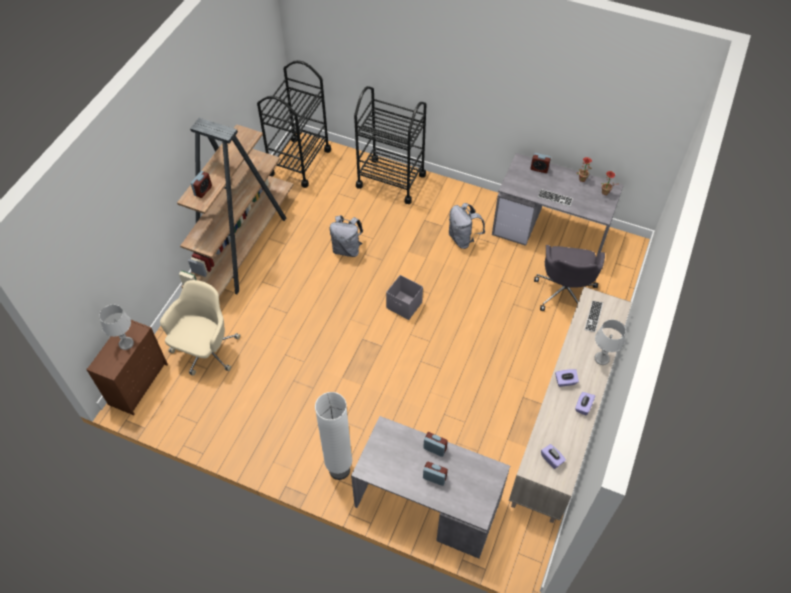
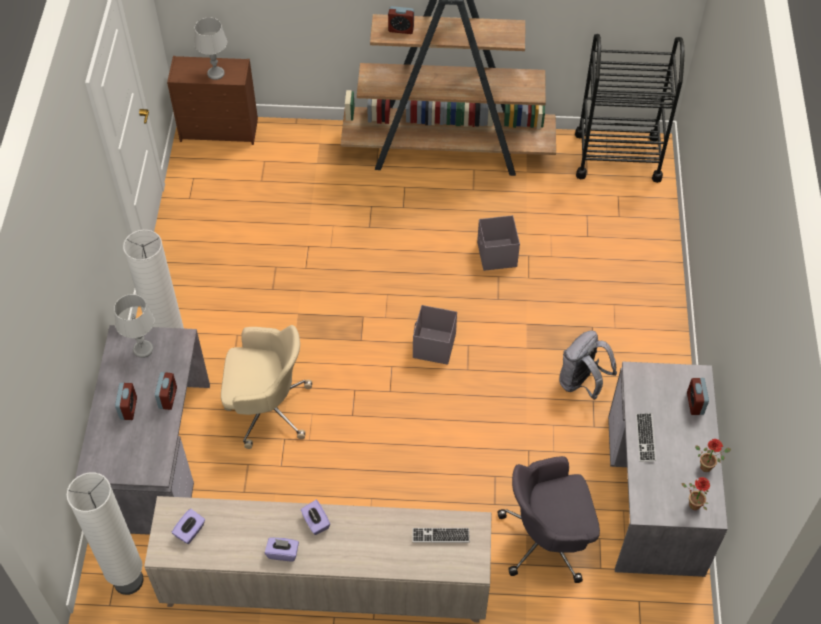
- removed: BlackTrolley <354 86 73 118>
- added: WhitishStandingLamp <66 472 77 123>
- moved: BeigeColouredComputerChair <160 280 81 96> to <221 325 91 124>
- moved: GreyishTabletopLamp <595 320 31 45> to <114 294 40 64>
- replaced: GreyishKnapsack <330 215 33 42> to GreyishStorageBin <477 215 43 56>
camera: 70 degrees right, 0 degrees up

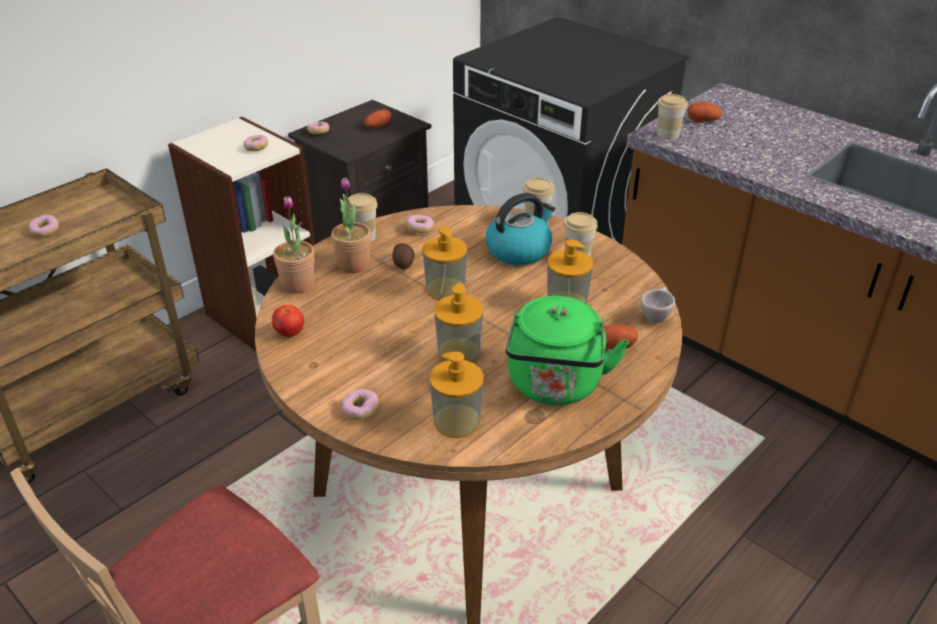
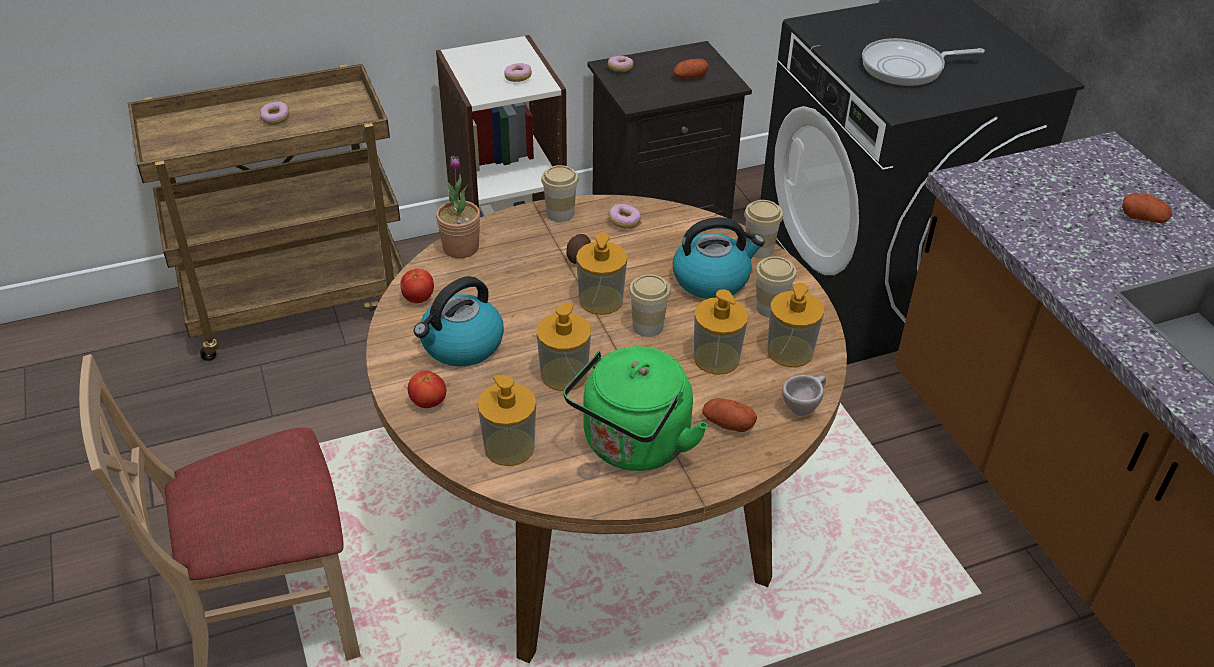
- removed: PlantInAPot <331 177 40 96>
- added: Kettle <414 276 90 91>
- added: SoapBottle <767 283 57 84>
- added: Pan <862 38 123 48>
- moved: Cup <657 94 31 46> to <629 274 42 63>
- moved: Potato <687 102 35 20> to <1122 193 50 30>
- replaced: Donut <342 389 37 31> to FreshTomato <408 371 38 37>
camera: 25 degrees right, 5 degrees up

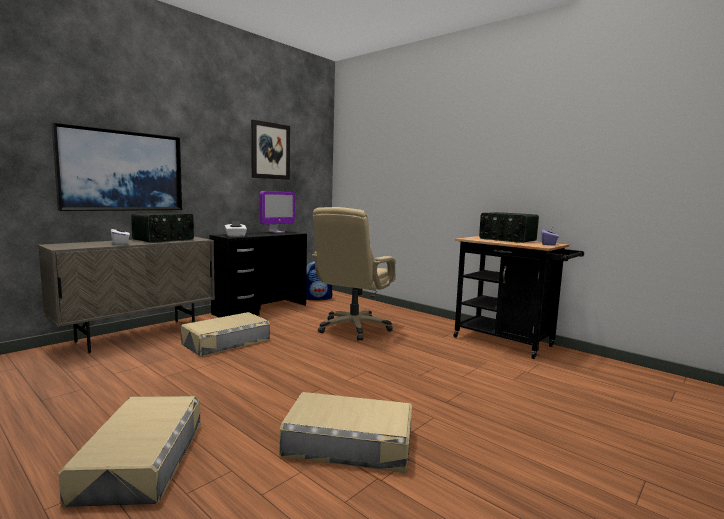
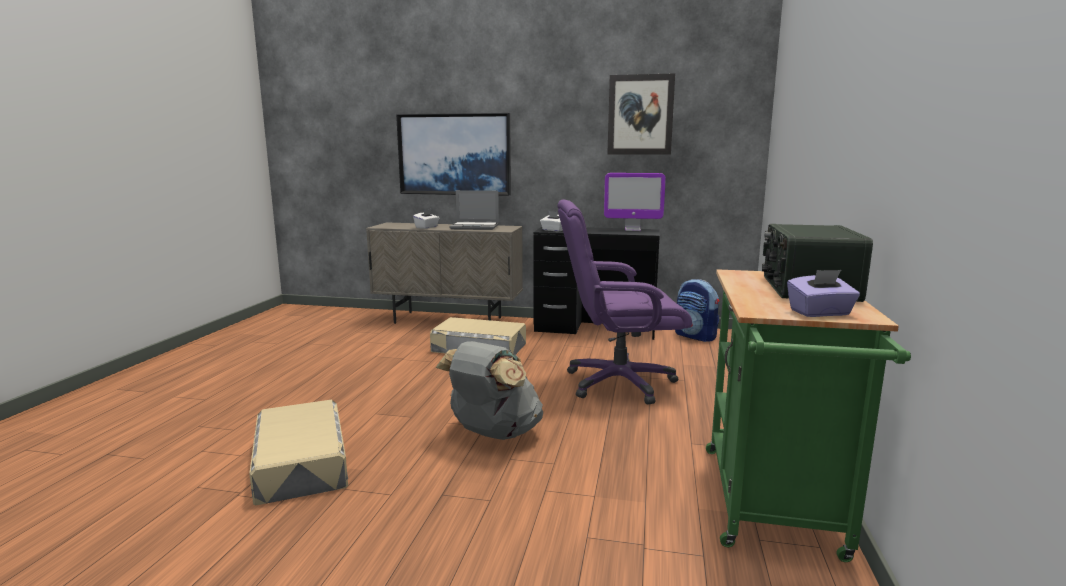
- removed: BeigeColouredStorageBin <58 396 142 111>
- added: GreyishKnapsack <436 341 107 99>
- replaced: RadioReceiver <131 212 63 31> to NotebookComputer <449 190 50 40>
- recoloured: BeigeColouredComputerChair <312 207 84 134> to PurpleComputerChair <558 200 134 205>
- recoloured: BlackTrolley <454 236 130 123> to GreenTrolley <706 269 205 293>
camera: 60 degrees right, 5 degrees up

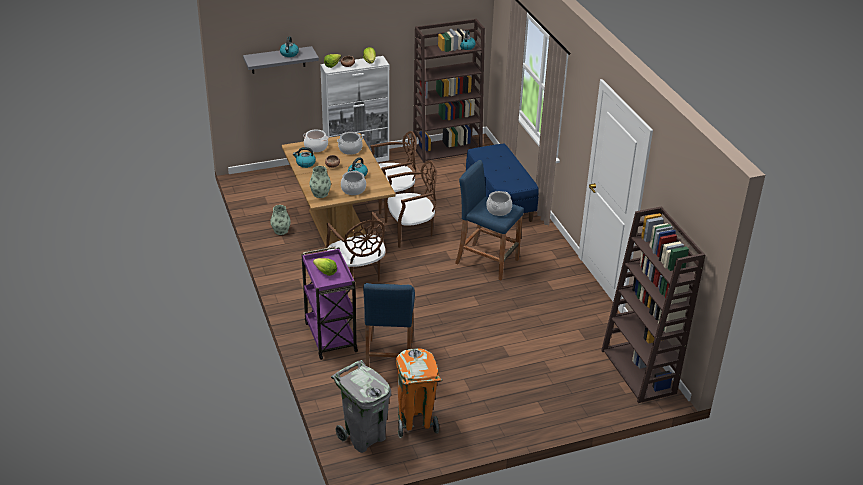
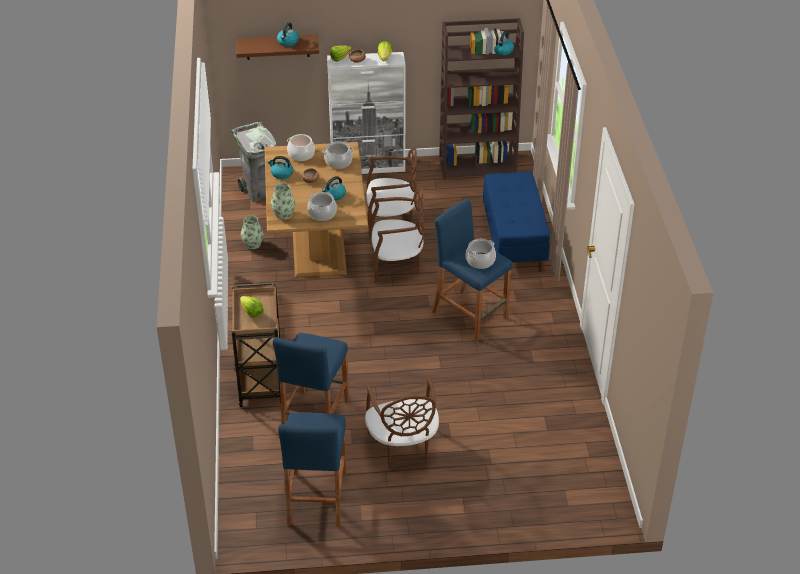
- removed: BrownColouredShelvingUnit <601 206 105 197>
- moved: BrownColouredPlainChair <326 212 60 69> to <365 375 74 94>
- moved: GreyishWasteBin <331 360 60 93> to <231 122 47 80>
- replaced: OrangeyWasteBin <396 348 47 90> to BluishStoolSeat <278 412 69 115>
- recoloured: GreyishWallShelf <243 46 76 28> to BrownColouredWallShelf <236 35 83 25>
- recoloured: PurpleTrolley <301 246 57 114> to BrownColouredTrolley <232 283 49 124>
camera: 15 degrees right, 5 degrees up

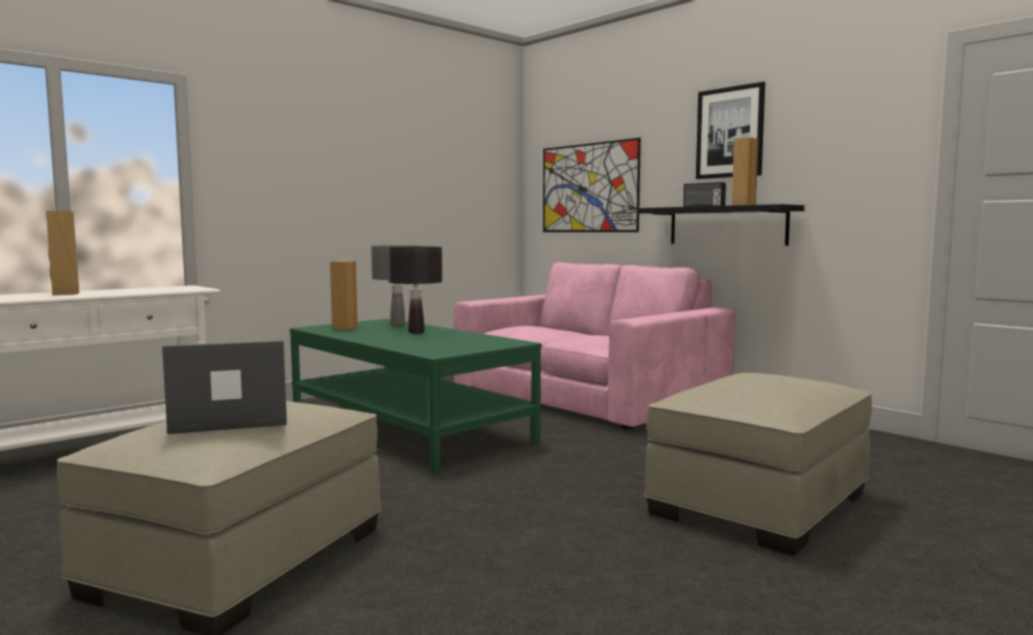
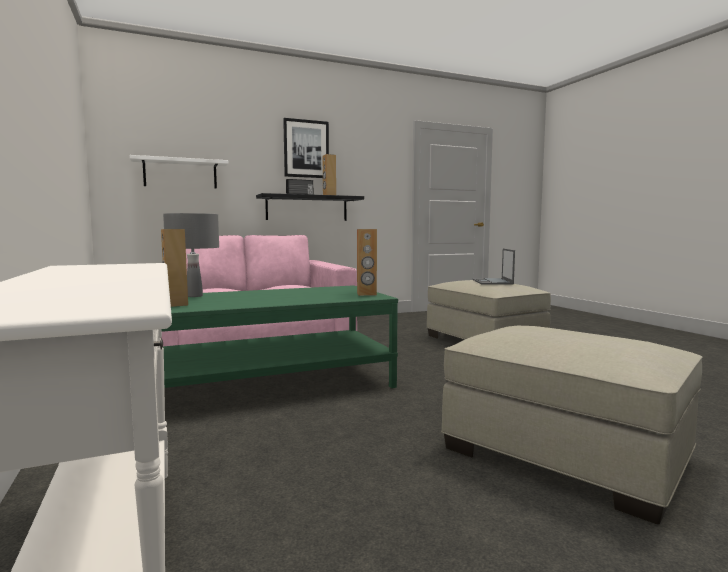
- removed: BlackTabletopLamp <388 246 54 88>
- moved: BrownColouredAudioSpeaker <46 211 33 84> to <357 229 20 67>
- moved: NotebookComputer <162 341 125 93> to <473 249 42 36>
- replaced: WallPicture <543 138 98 94> to WhitishWallShelf <130 155 99 34>
camera: 70 degrees left, 0 degrees up

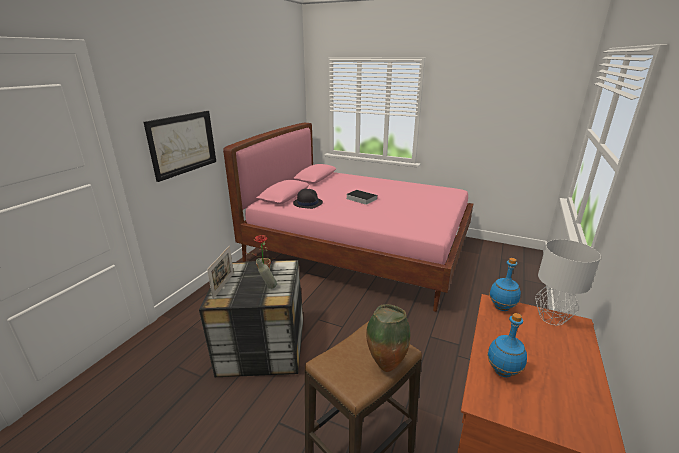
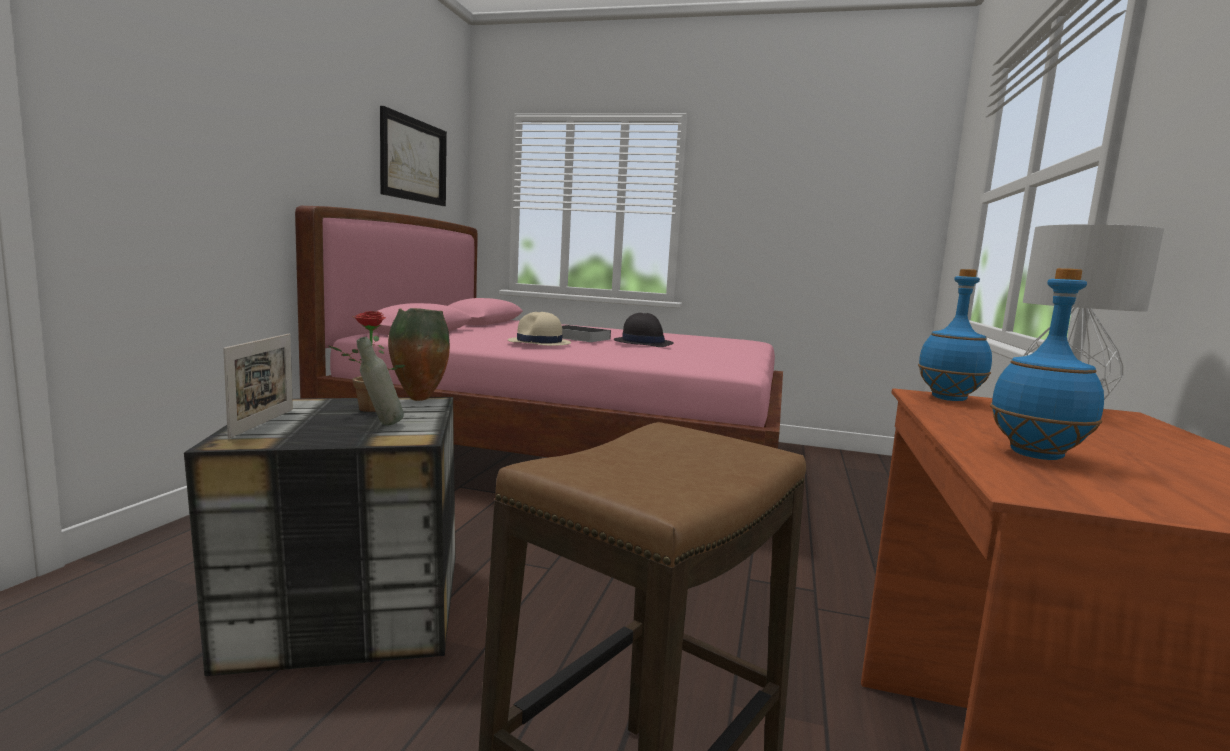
- added: BeigeColouredHat <508 312 63 34>
- moved: WallPicture <144 111 72 71> to <380 106 67 100>
- moved: BlackHat <293 189 30 20> to <614 313 60 34>
- moved: DecorativeVase <366 304 44 68> to <388 308 62 93>
camera: 10 degrees left, 15 degrees down

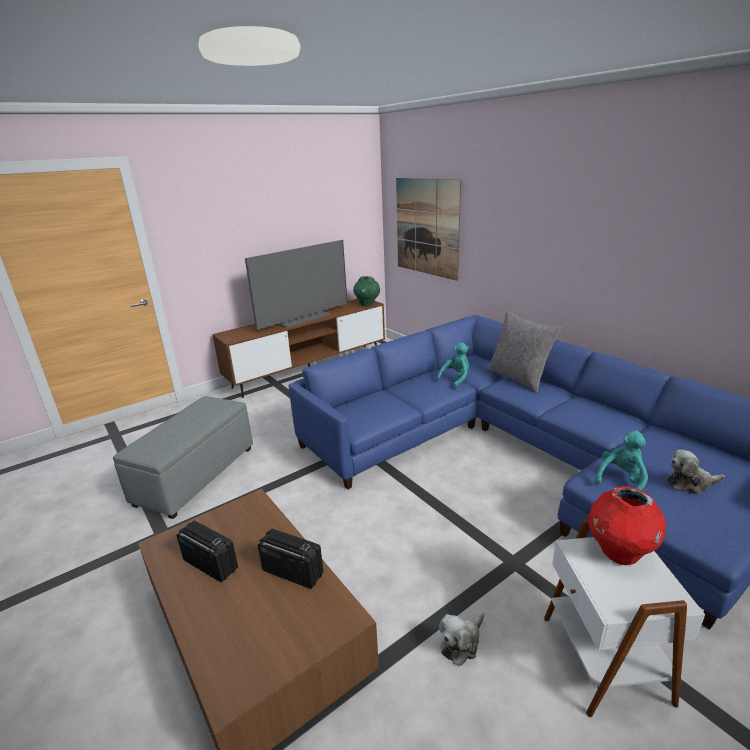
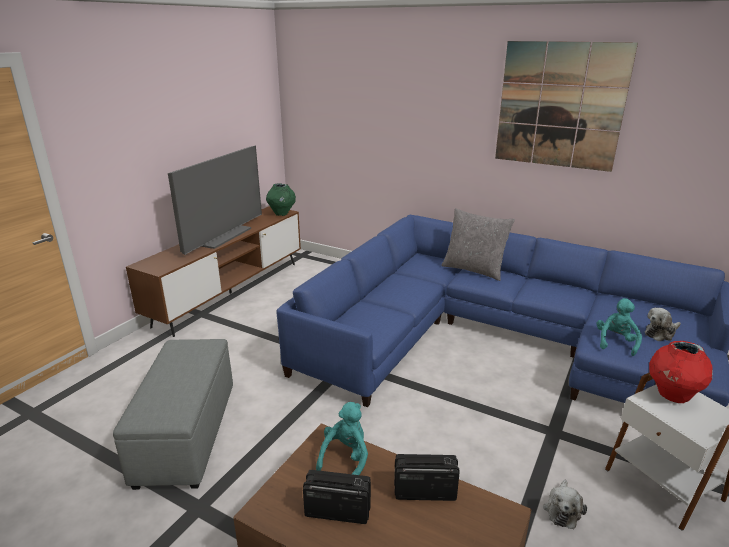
- moved: WallPicture <396 178 65 103> to <495 41 143 131>
- moved: BlueGreenCuddlyToy <436 343 33 46> to <316 402 52 73>
camera: 25 degrees left, 0 degrees up

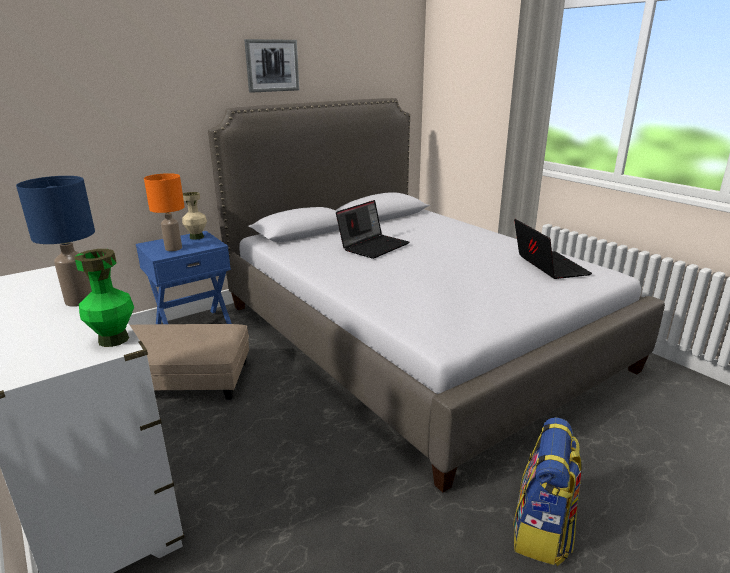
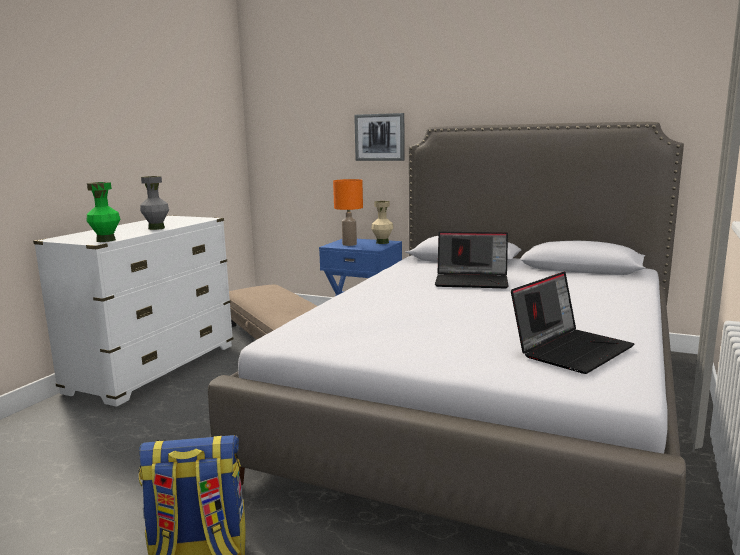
- moved: WallPicture <244 39 55 54> to <354 113 51 48>
- replaced: BluishTabletopLamp <16 176 79 131> to GreyishDecorativeVase <140 176 29 54>
camera: 60 degrees right, 10 degrees down

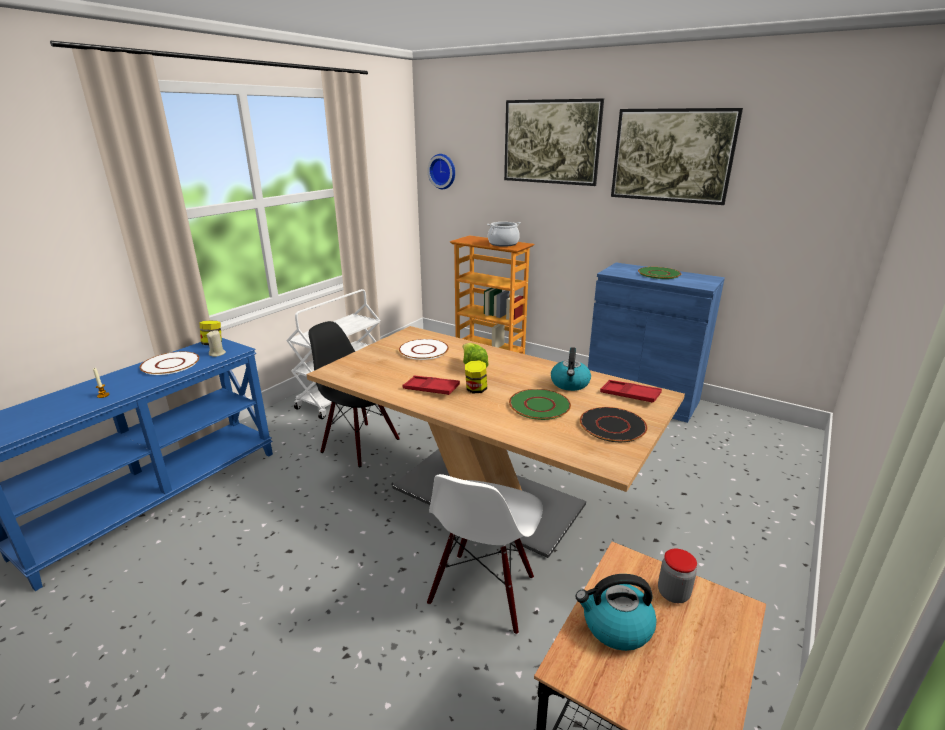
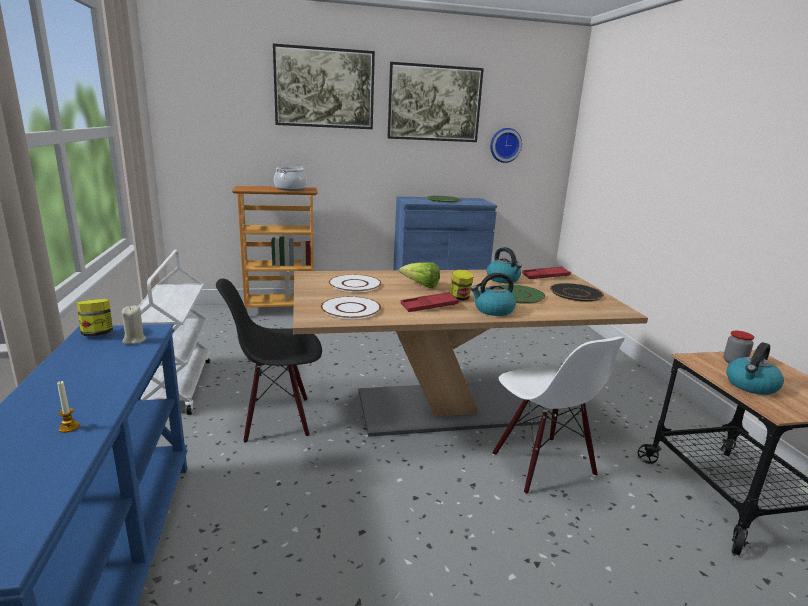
- added: Kettle <471 273 45 43>
- moved: WhitishPlate <139 352 60 23> to <321 296 60 23>
- moved: HangingClock <427 154 28 35> to <490 128 32 35>
camera: 45 degrees left, 5 degrees down

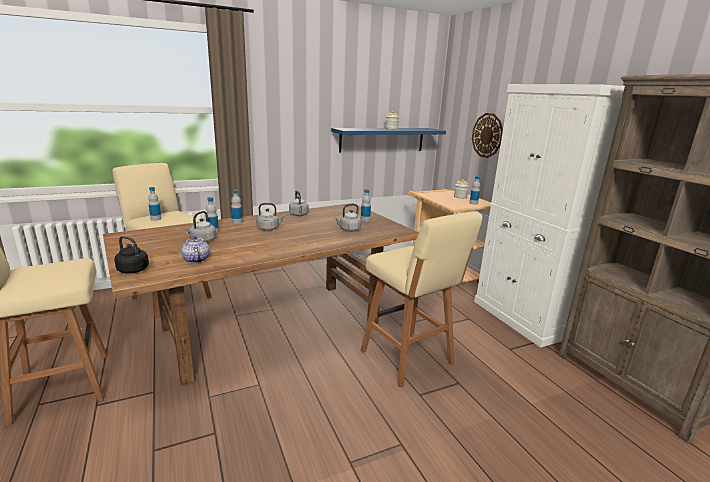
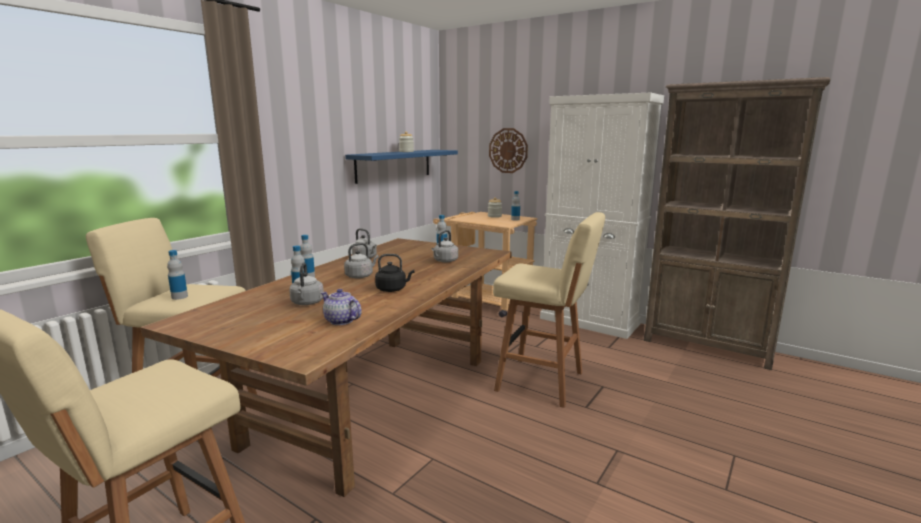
- moved: BlackKettle <114 236 35 38> to <375 254 39 38>
camera: 30 degrees left, 5 degrees down

